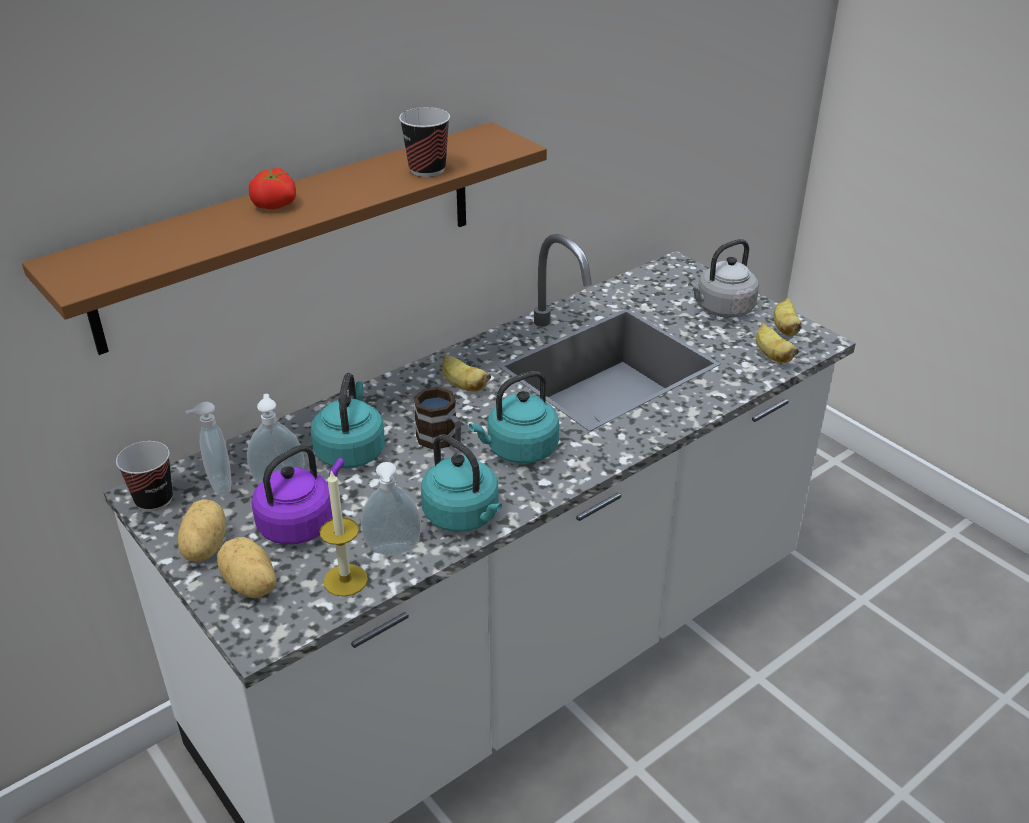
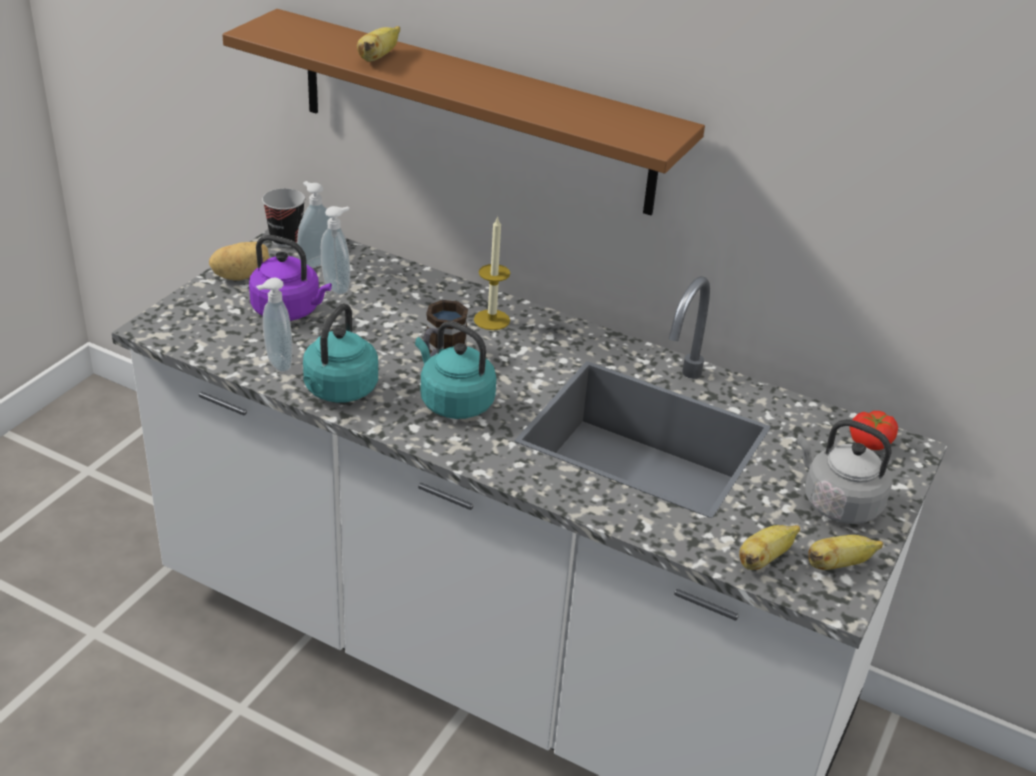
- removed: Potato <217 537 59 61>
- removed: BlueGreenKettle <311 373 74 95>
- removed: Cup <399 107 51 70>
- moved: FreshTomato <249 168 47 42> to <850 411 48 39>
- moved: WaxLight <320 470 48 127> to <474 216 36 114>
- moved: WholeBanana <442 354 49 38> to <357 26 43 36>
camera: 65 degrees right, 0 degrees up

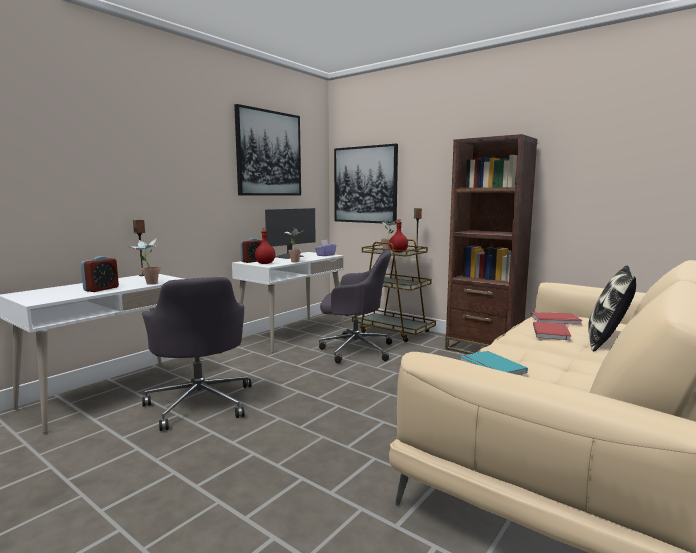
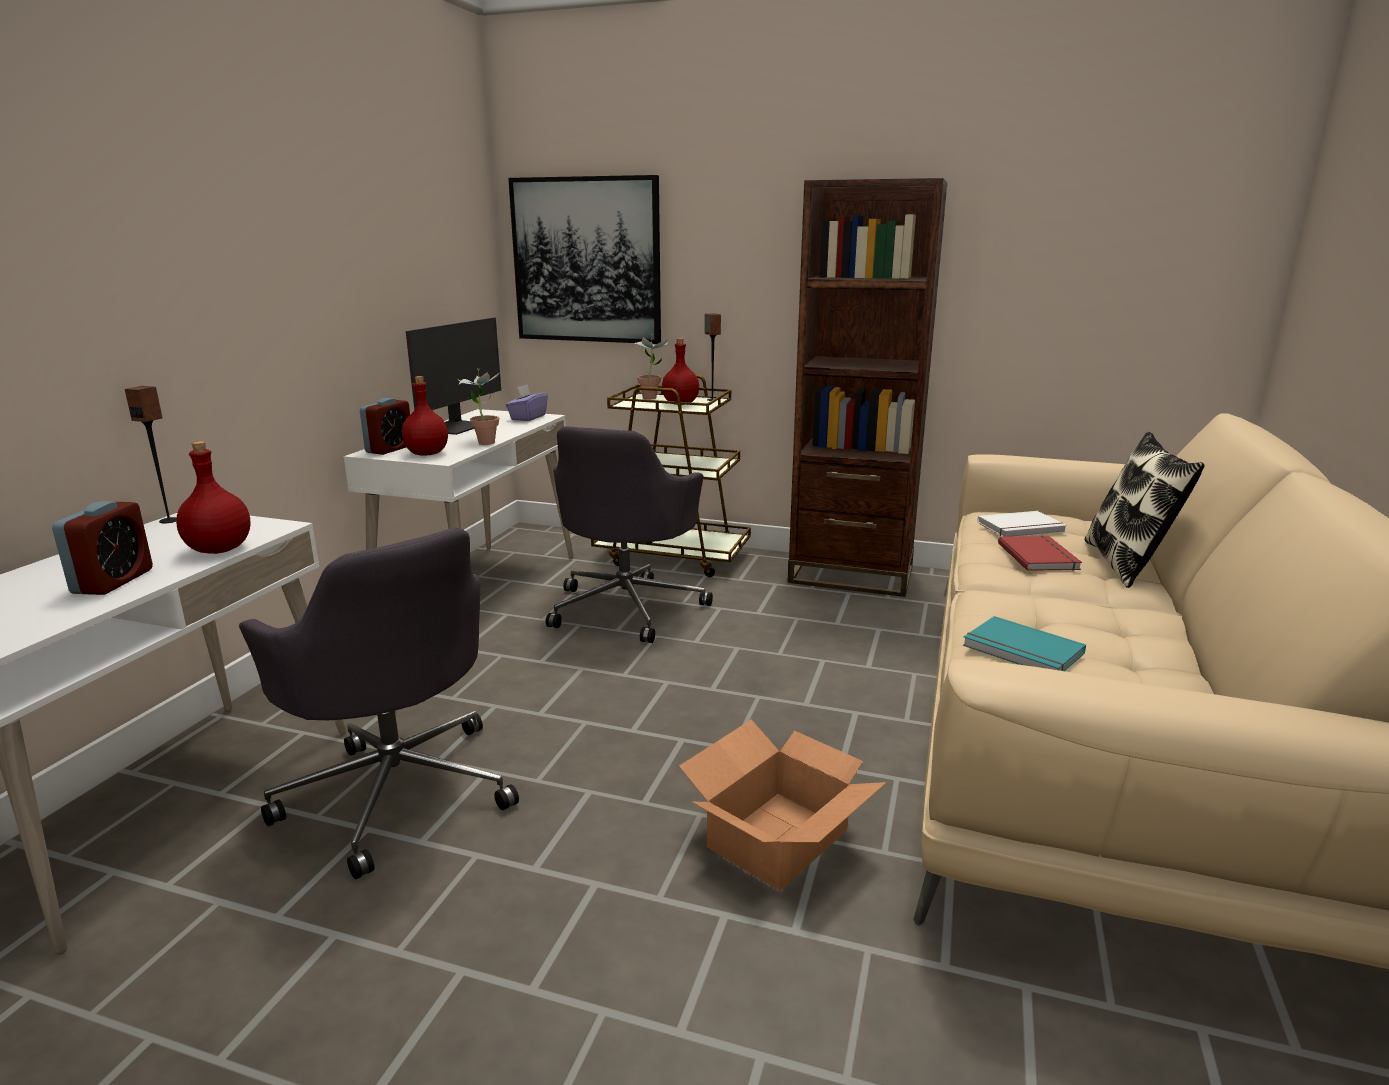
- removed: WallPicture <234 104 67 92>
- added: PackingBox <679 719 207 172>
- replaced: PlantInAPot <129 239 32 46> to RedDrinkBottle <176 441 75 113>
- recoloured: RedBook <531 312 51 13> to WhitishBook <977 511 90 26>
- turned: GreyishComputerChair <319 250 73 113> = <546 426 167 217> 120 degrees clockwise
camera: 20 degrees left, 10 degrees up

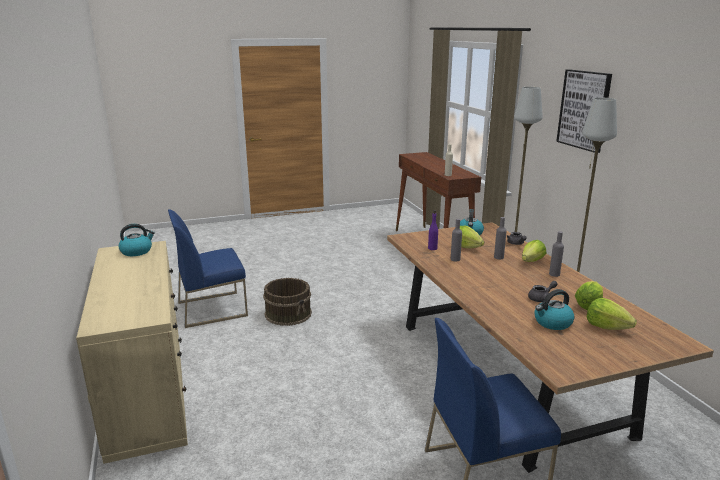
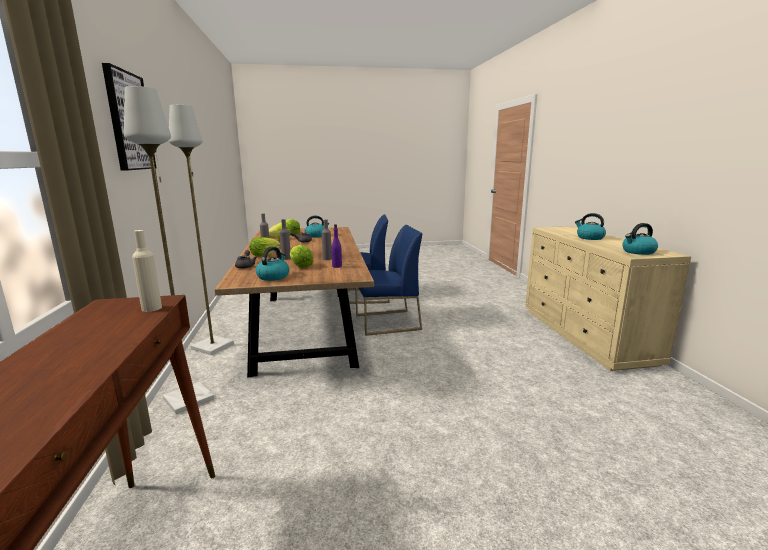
- removed: BrownColouredWaterBucket <263 278 49 48>
- added: Kettle <575 213 31 27>
- moved: BluishPlainChair <168 209 80 119> to <355 225 68 111>
camera: 170 degrees left, 5 degrees down

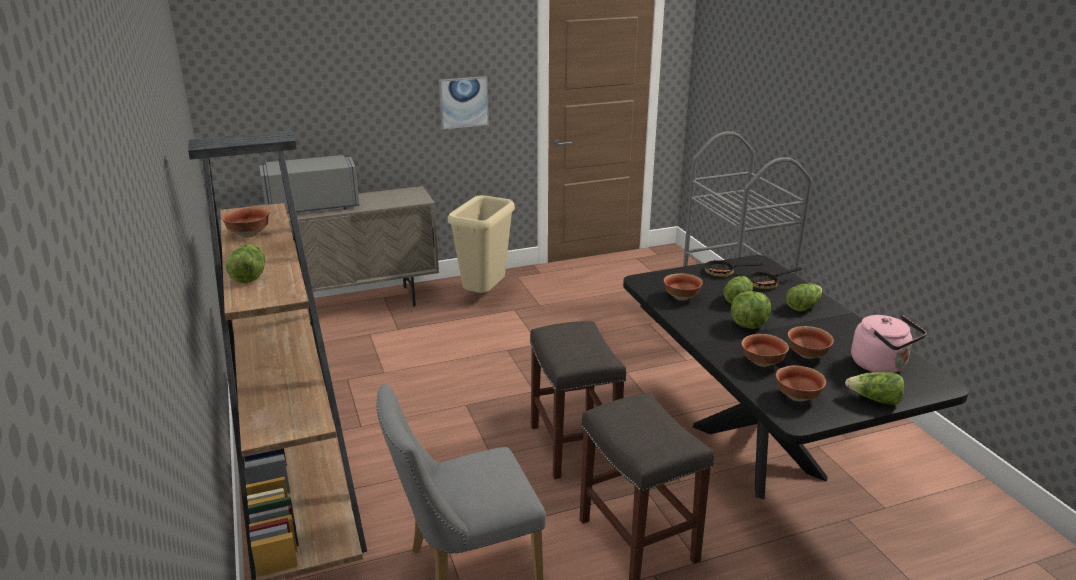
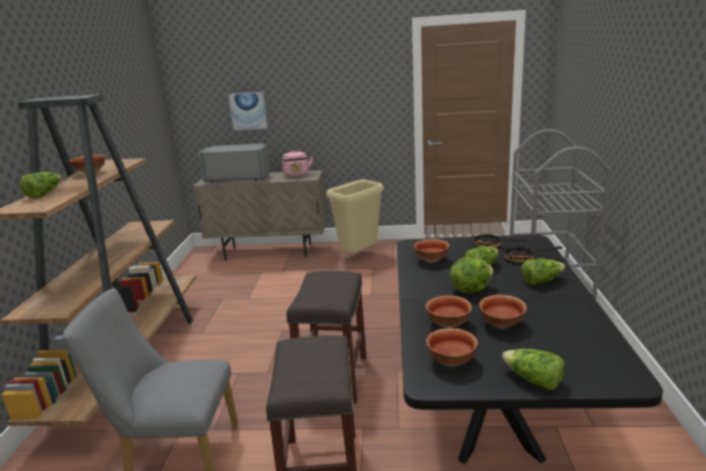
- moved: WallPicture <439 76 50 54> to <228 92 41 39>
- moved: PinkKettle <851 315 76 58> to <282 150 31 27>
camera: 25 degrees right, 5 degrees down

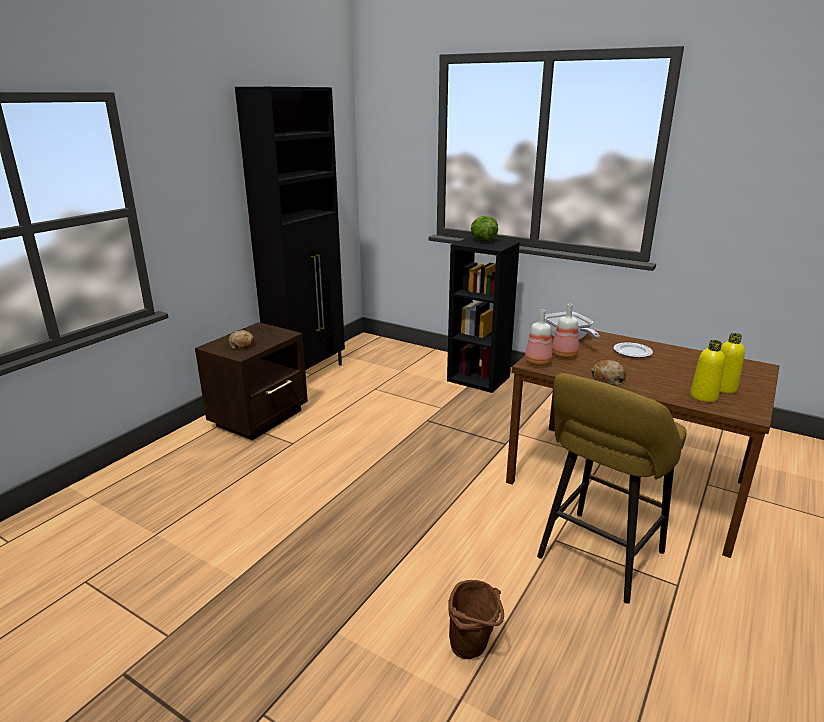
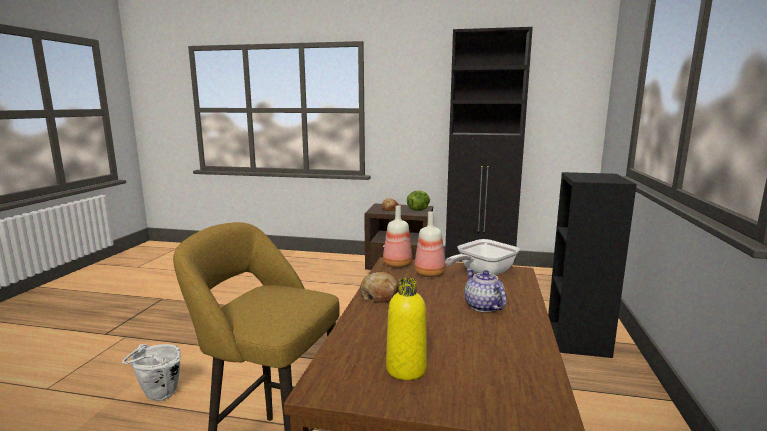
- removed: YellowishDrinkBottle <690 340 35 62>
- moved: HeadOfLettuce <471 216 27 26> to <407 191 23 20>
- replaced: Plate <614 342 39 16> to PotForTea <464 269 43 43>
- recoloured: BrownColouredWaterBucket <448 580 56 79> to WhitishWaterBucket <122 344 59 57>
camera: 70 degrees right, 10 degrees down

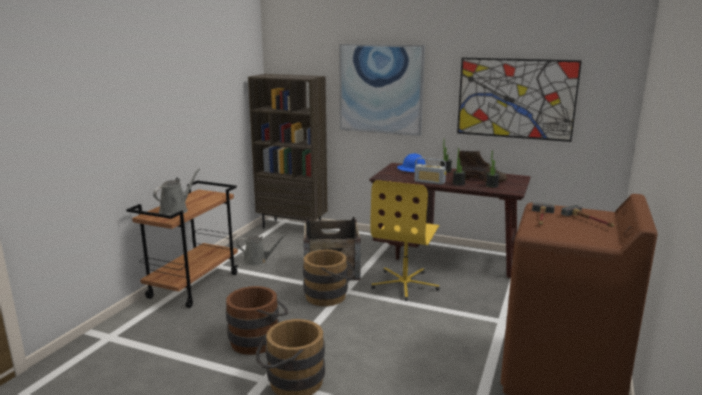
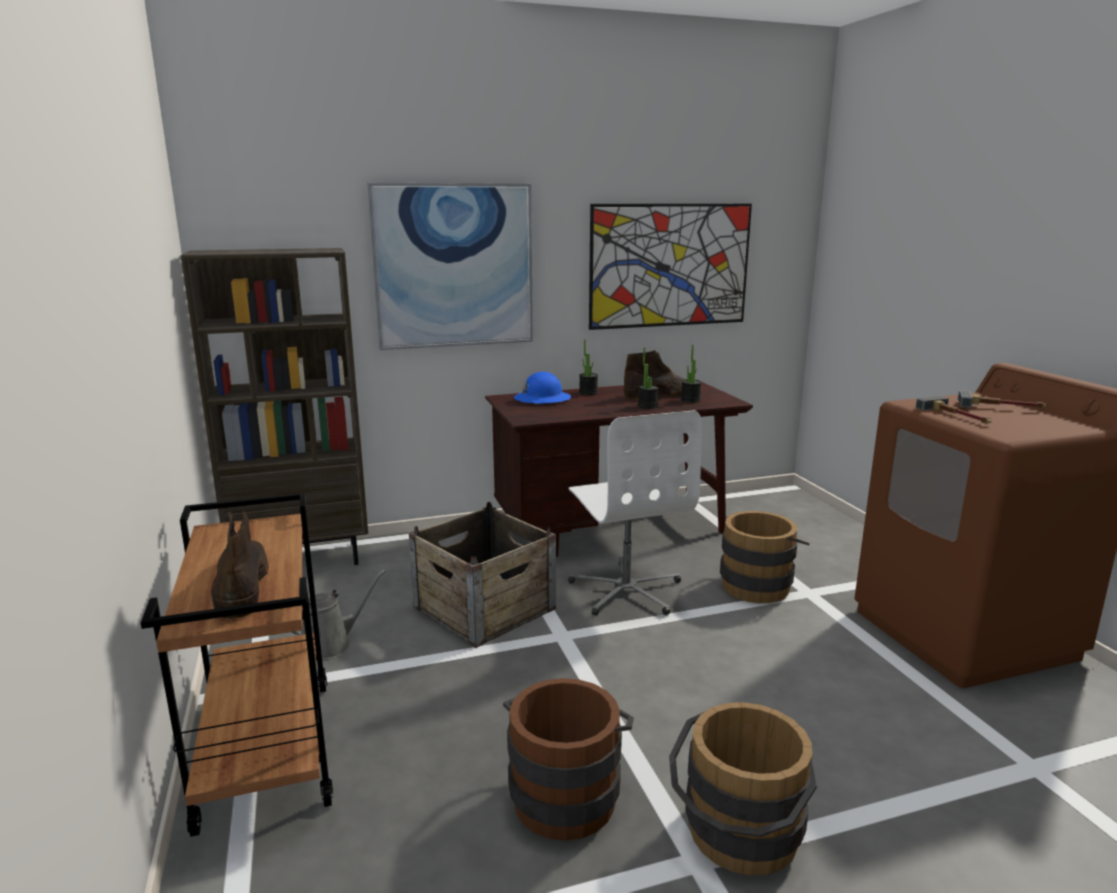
- removed: RadioReceiver <414 158 32 27>
- moved: BrownColouredWaterBucket <303 250 52 56> to <720 511 90 92>
- replaced: GreyishWateringPot <153 168 47 47> to BrownColouredHighTopBoot <211 511 57 109>
- recoloured: YellowishComputerChair <370 180 70 121> to WhitishComputerChair <568 410 134 206>
camera: 40 degrees left, 0 degrees up

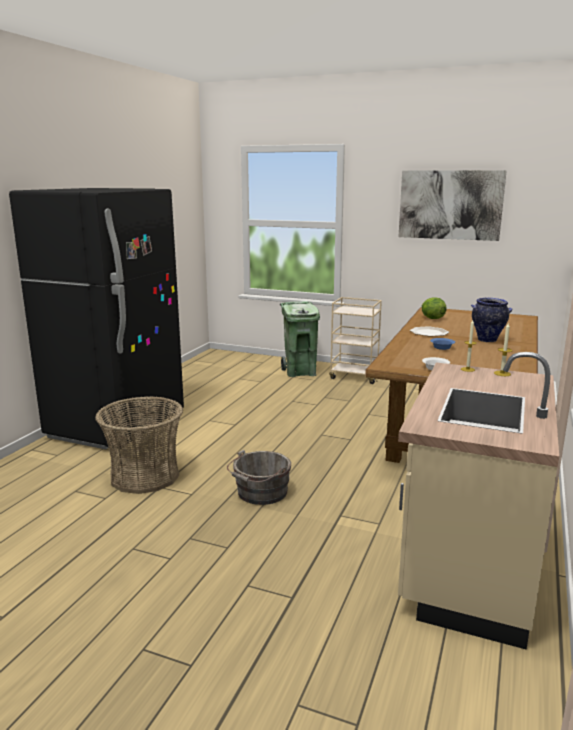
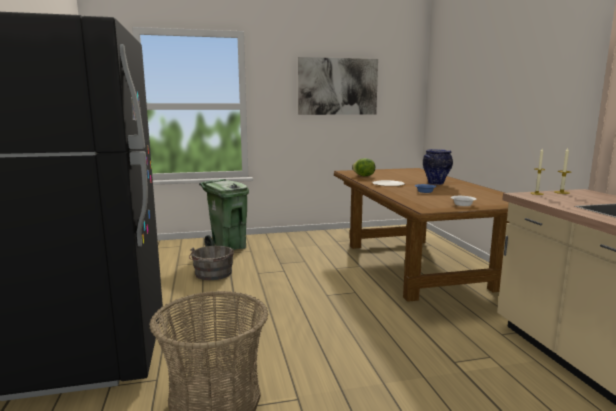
- removed: BeigeColouredTrolley <329 297 53 87>
- moved: GreyishWaterBucket <227 450 64 55> to <189 246 45 34>
camera: 35 degrees left, 5 degrees down

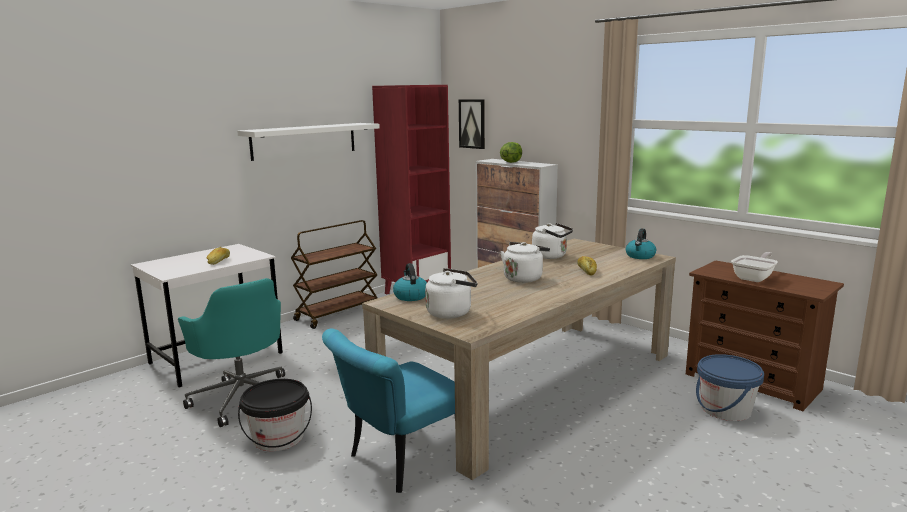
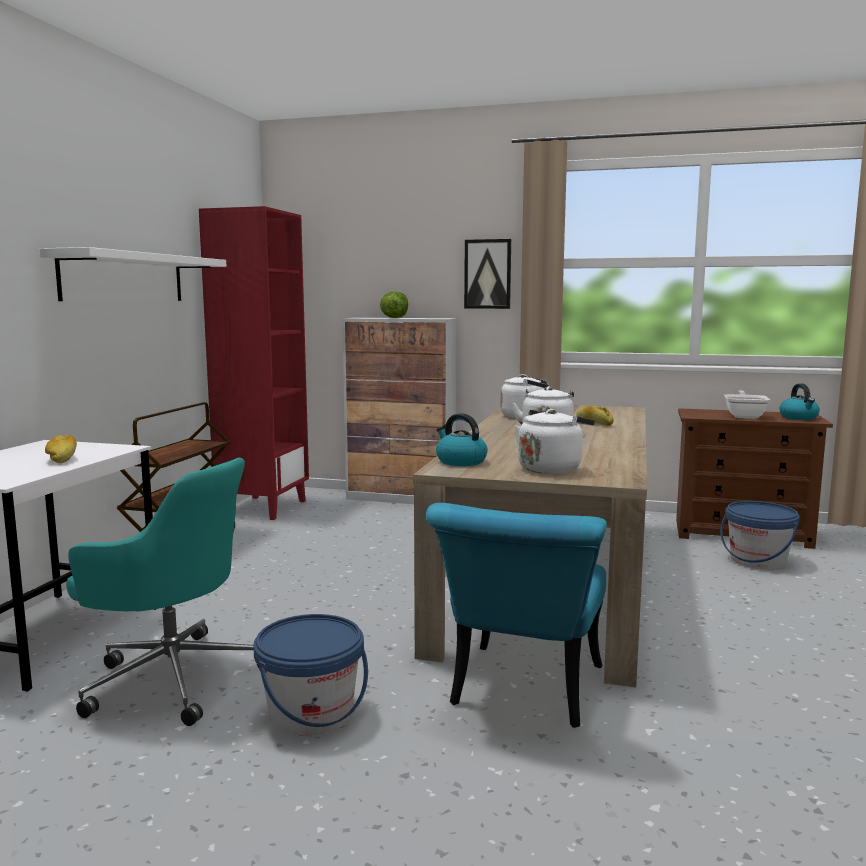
- moved: WallPicture <459 99 26 50> to <464 239 47 70>
- moved: Kettle <626 228 30 31> to <780 384 40 36>
- recoloured: BlackWaterBucket <238 379 74 72> to BluishWaterBucket <253 614 115 122>
camera: 30 degrees left, 5 degrees down

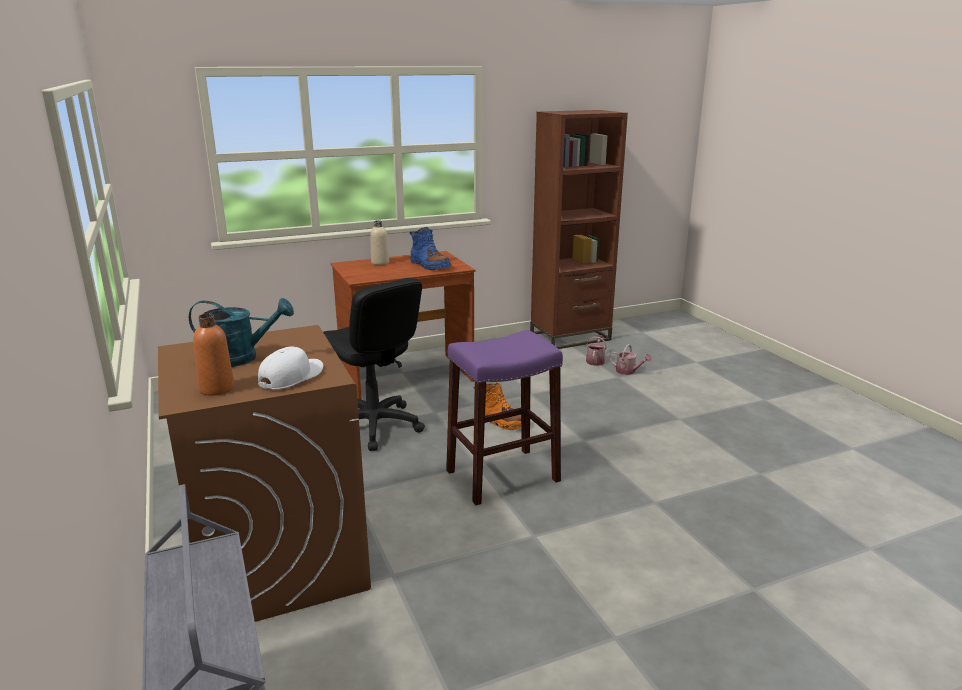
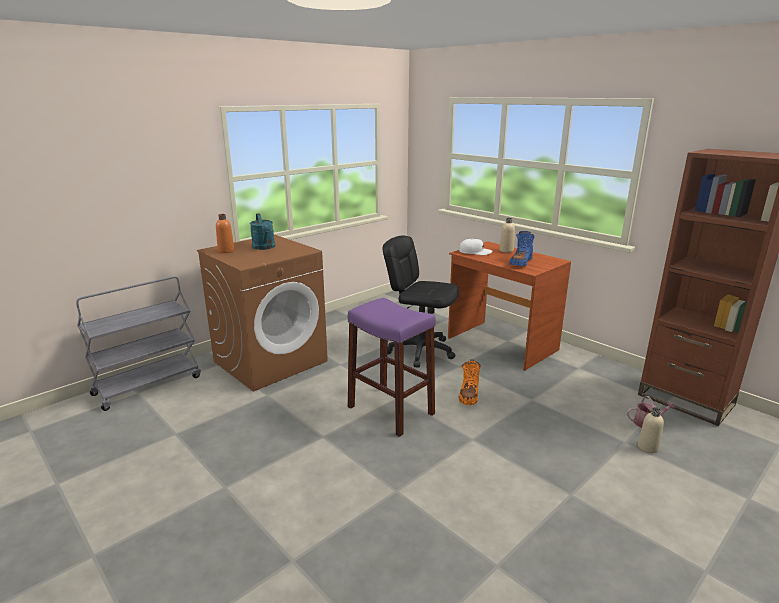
- moved: WhitishCap <258 346 65 44> to <459 239 33 16>
- replaced: WateringPot <609 344 43 31> to BeigeColouredDrinkBottle <638 407 26 46>
- turned: BlackComputerChair <323 278 102 173> = <382 235 77 133> 90 degrees clockwise
camera: 70 degrees right, 0 degrees up

